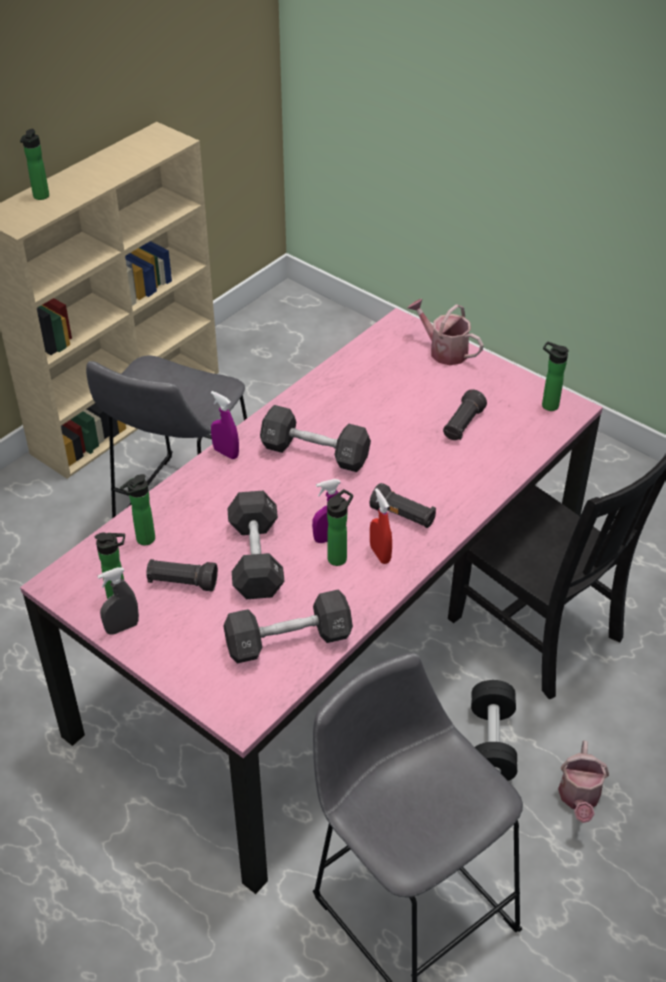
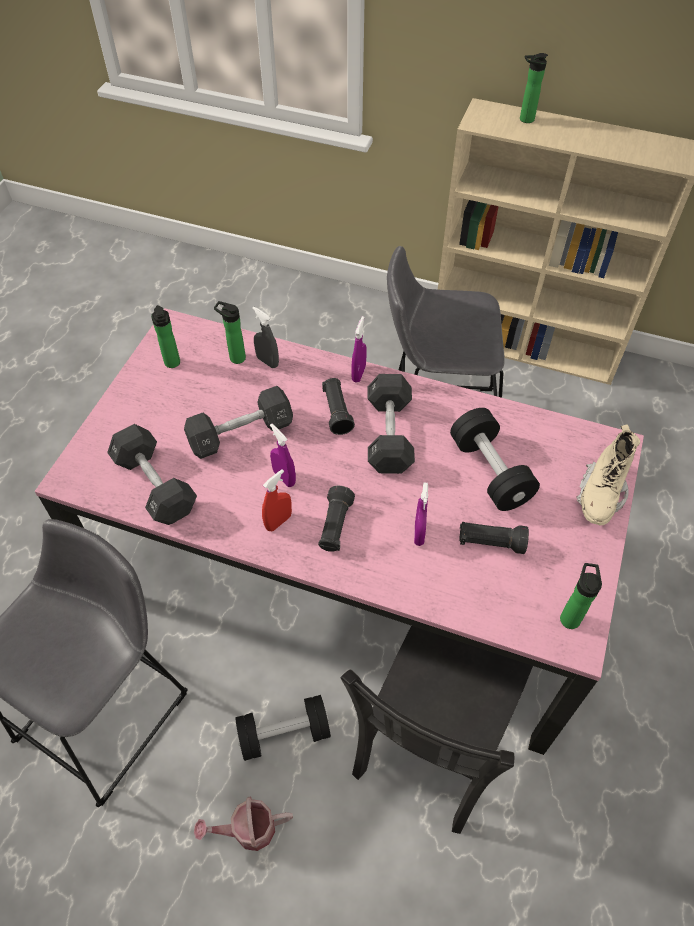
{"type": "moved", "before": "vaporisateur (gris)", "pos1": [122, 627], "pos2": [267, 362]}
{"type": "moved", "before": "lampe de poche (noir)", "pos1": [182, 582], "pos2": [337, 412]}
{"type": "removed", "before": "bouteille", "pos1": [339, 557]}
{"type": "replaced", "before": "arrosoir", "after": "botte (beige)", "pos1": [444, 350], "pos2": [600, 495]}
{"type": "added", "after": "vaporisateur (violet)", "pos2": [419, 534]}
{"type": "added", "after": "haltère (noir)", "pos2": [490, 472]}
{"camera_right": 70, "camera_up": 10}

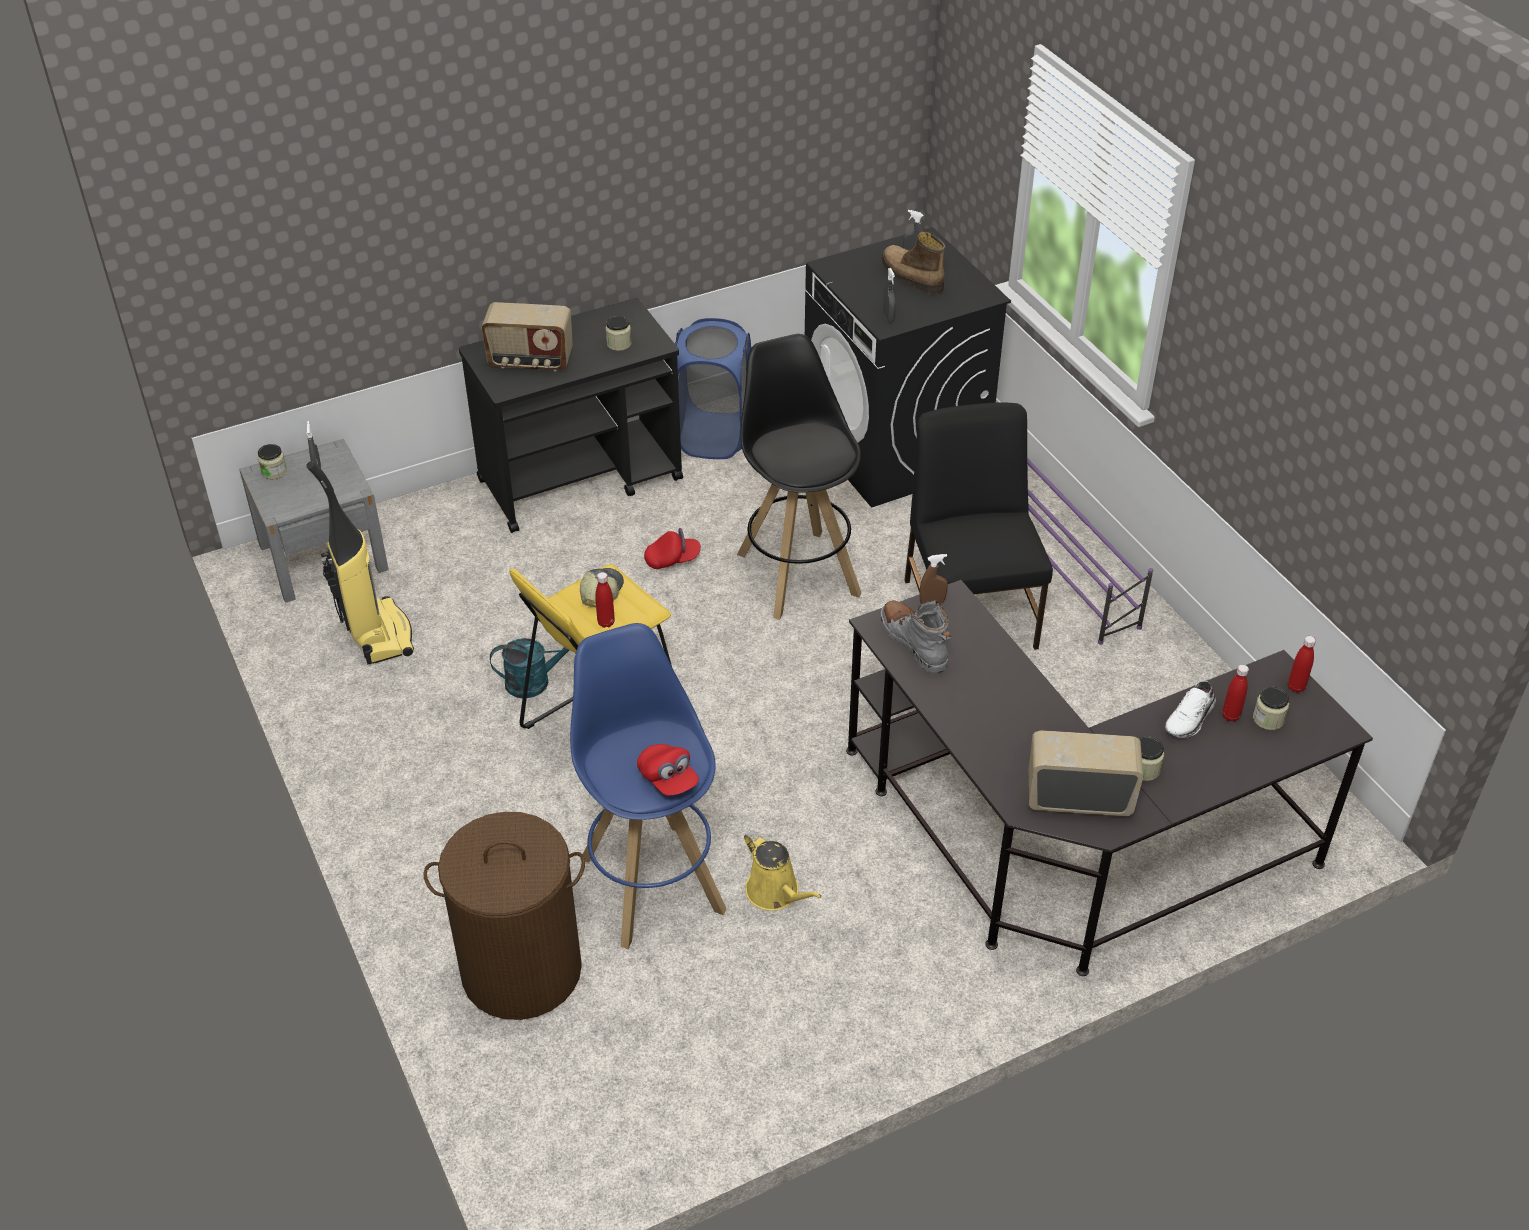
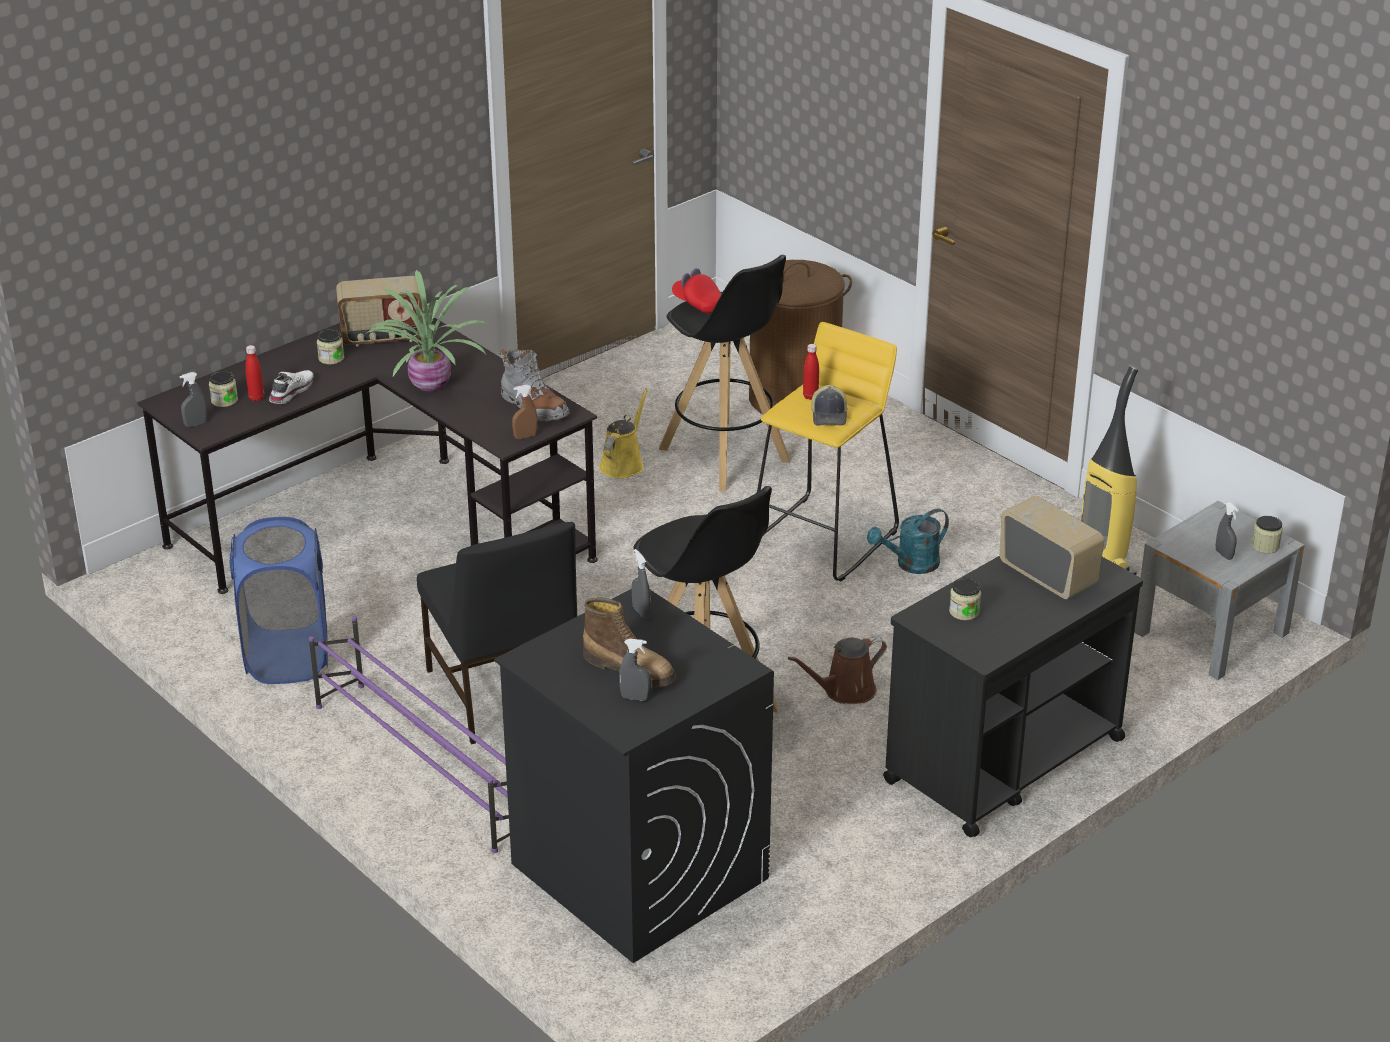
{"type": "turned", "before": "radio", "pos1": [530, 361], "pos2": [1048, 576], "turn": 60}
{"type": "recoloured", "before": "tabouret (bleu)", "after": "tabouret (noir)", "pos1": [651, 881], "pos2": [725, 455]}
{"type": "replaced", "before": "casquette (rouge)", "after": "arrosoir (marron)", "pos1": [672, 559], "pos2": [845, 691]}
{"type": "moved", "before": "panier à linge (bleu)", "pos1": [714, 436], "pos2": [287, 657]}
{"type": "turned", "before": "arrosoir (jaune)", "pos1": [776, 893], "pos2": [623, 464], "turn": 75}
{"type": "replaced", "before": "bouteille (rouge)", "after": "vaporisateur (gris)", "pos1": [1296, 687], "pos2": [195, 424]}
{"type": "added", "after": "plante en pot", "pos2": [428, 385]}
{"camera_right": 165, "camera_up": -10}

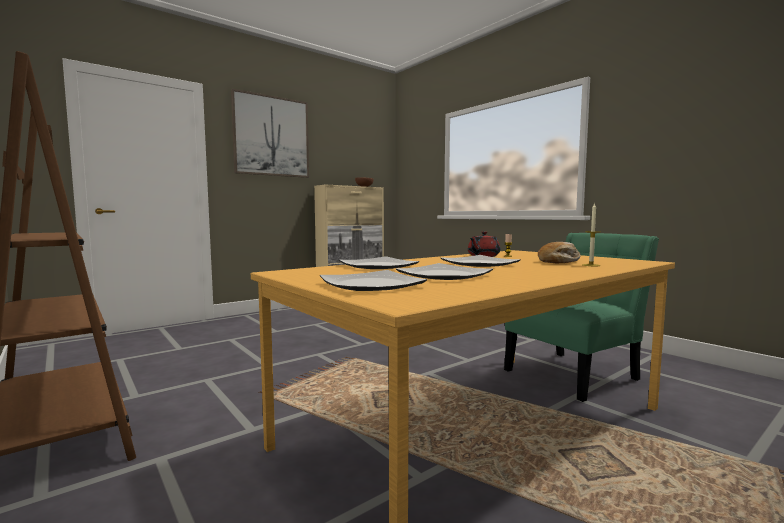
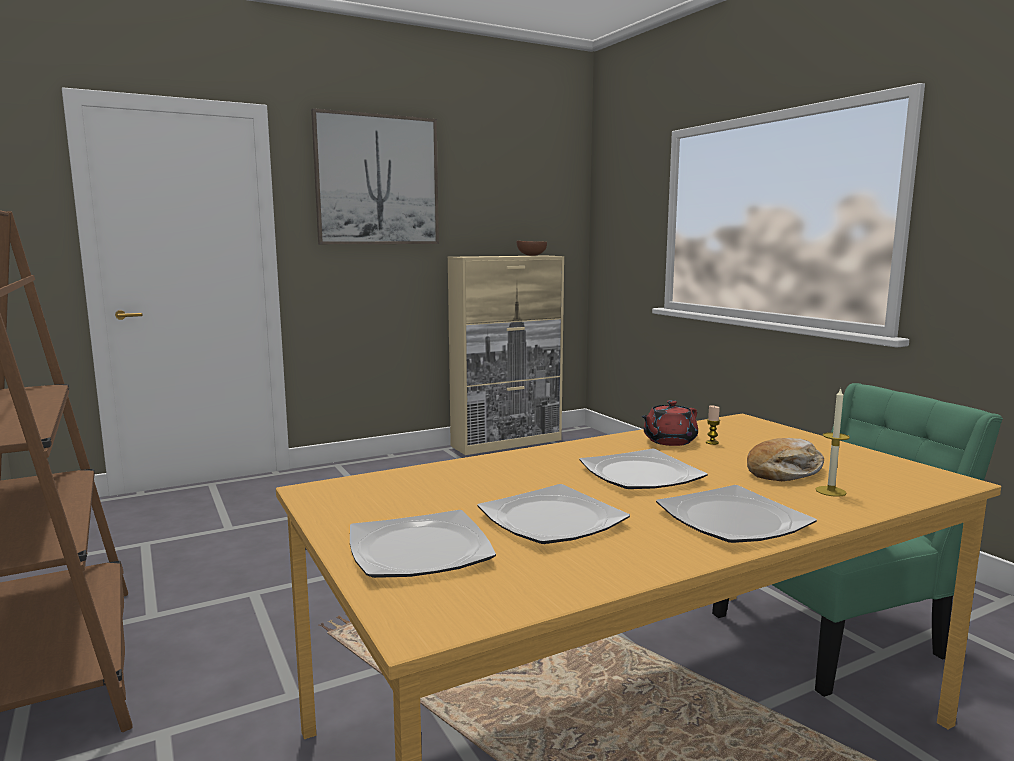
{"type": "moved", "before": "assiette", "pos1": [378, 266], "pos2": [733, 519]}
{"camera_right": 10, "camera_up": 5}

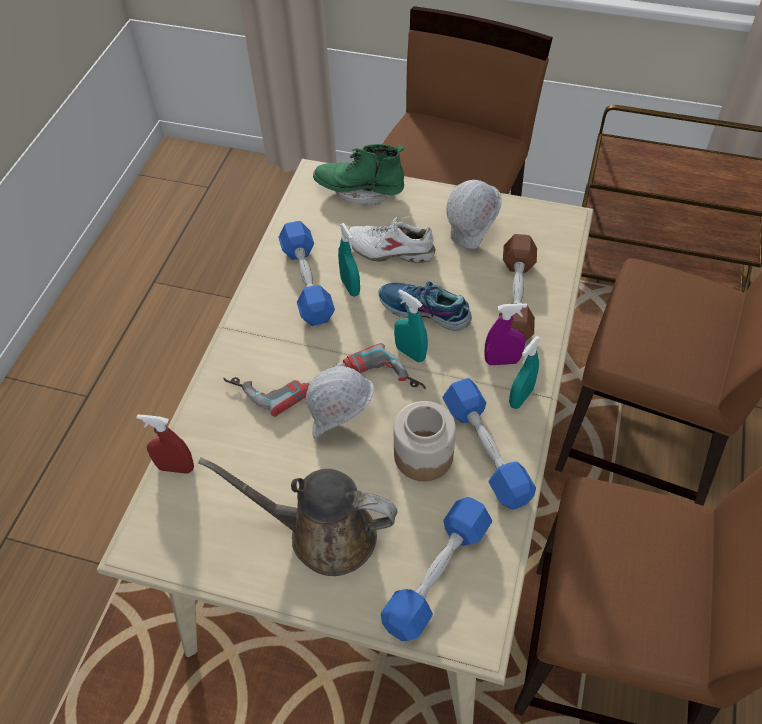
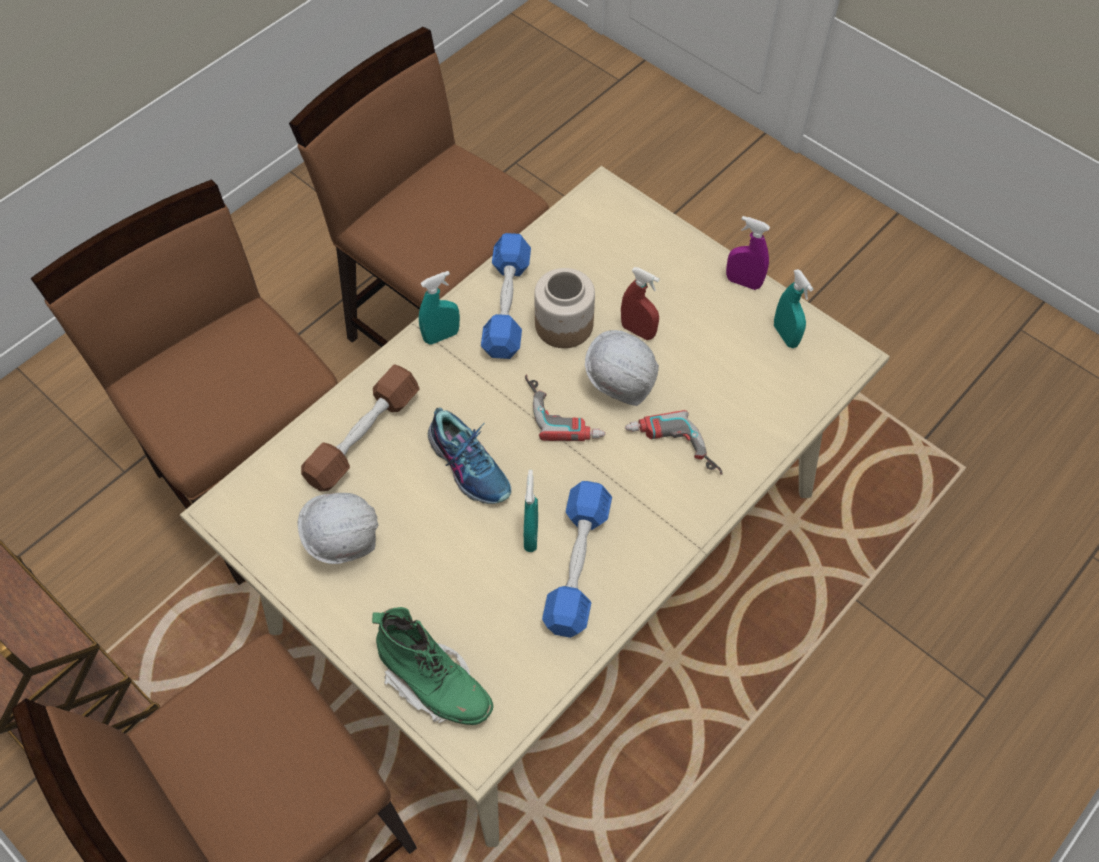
{"type": "moved", "before": "vaporisateur (rouge)", "pos1": [176, 468], "pos2": [638, 331]}
{"type": "removed", "before": "arrosoir (marron)", "pos1": [323, 534]}
{"type": "removed", "before": "chaussure (blanc)", "pos1": [391, 249]}
{"type": "removed", "before": "haltère (bleu)", "pos1": [437, 574]}
{"type": "moved", "before": "vaporisateur (turquoise)", "pos1": [410, 353], "pos2": [785, 335]}
{"type": "moved", "before": "vaporisateur (violet)", "pos1": [502, 361], "pos2": [743, 282]}
{"camera_right": -155, "camera_up": 5}

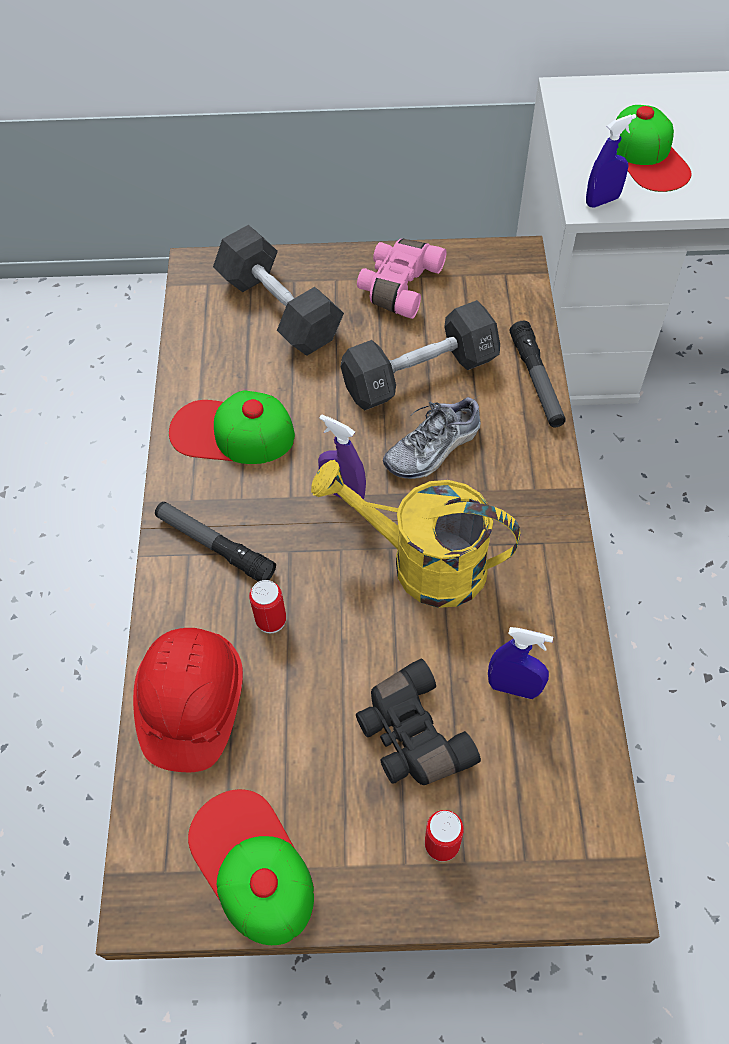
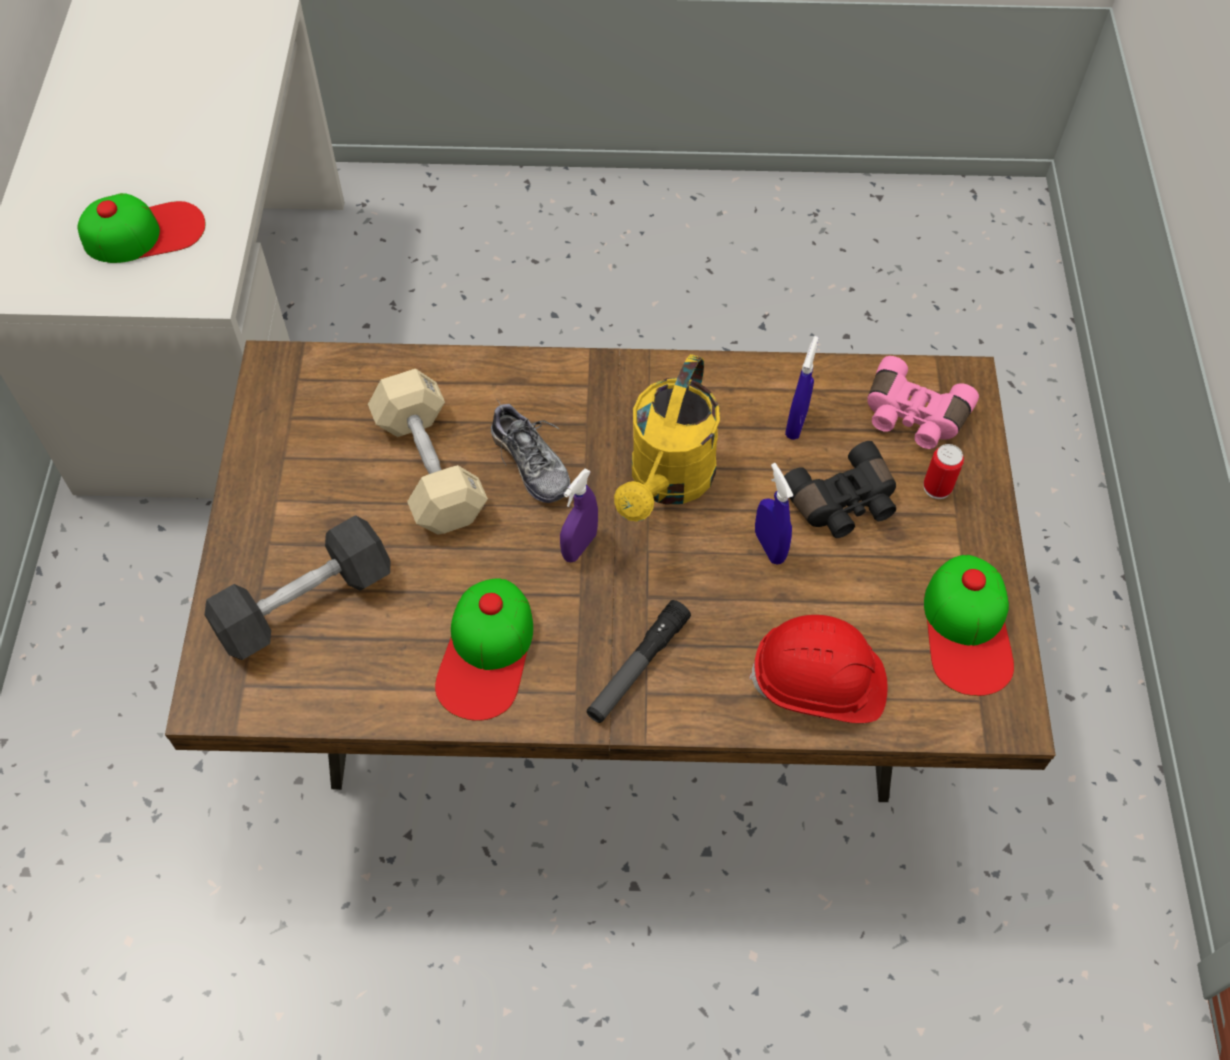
{"type": "turned", "before": "casquette", "pos1": [251, 865], "pos2": [967, 630], "turn": -60}
{"type": "removed", "before": "boîte métallique", "pos1": [271, 620]}
{"type": "recoloured", "before": "haltère (noir)", "after": "haltère (beige)", "pos1": [420, 374], "pos2": [429, 468]}
{"type": "moved", "before": "jumelles (rose)", "pos1": [398, 285], "pos2": [912, 417]}
{"type": "removed", "before": "lampe de poche", "pos1": [536, 381]}
{"type": "moved", "before": "vaporisateur (bleu)", "pos1": [602, 201], "pos2": [769, 546]}
{"camera_right": -90, "camera_up": 0}

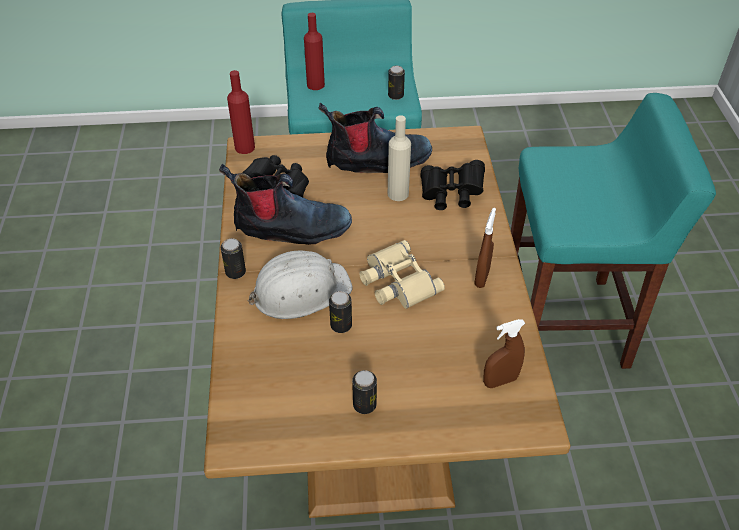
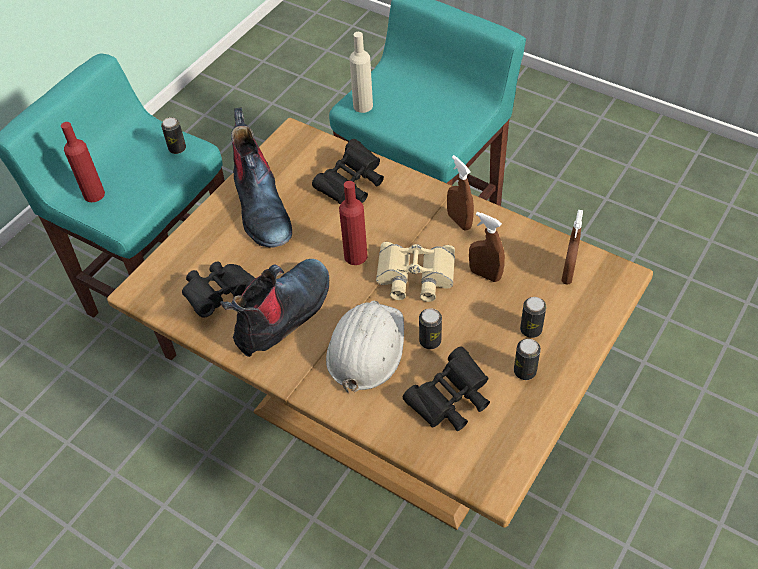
{"type": "moved", "before": "boîte métallique", "pos1": [235, 272], "pos2": [531, 329]}
{"type": "moved", "before": "bouteille (rouge)", "pos1": [245, 147], "pos2": [355, 256]}
{"type": "turned", "before": "botte", "pos1": [377, 161], "pos2": [261, 207], "turn": 135}
{"type": "moved", "before": "bouteille (beige)", "pos1": [398, 194], "pos2": [363, 106]}
{"type": "added", "after": "jumelles (noir)", "pos2": [450, 401]}
{"type": "added", "after": "vaporisateur (marron)", "pos2": [485, 274]}
{"camera_right": -50, "camera_up": 5}

